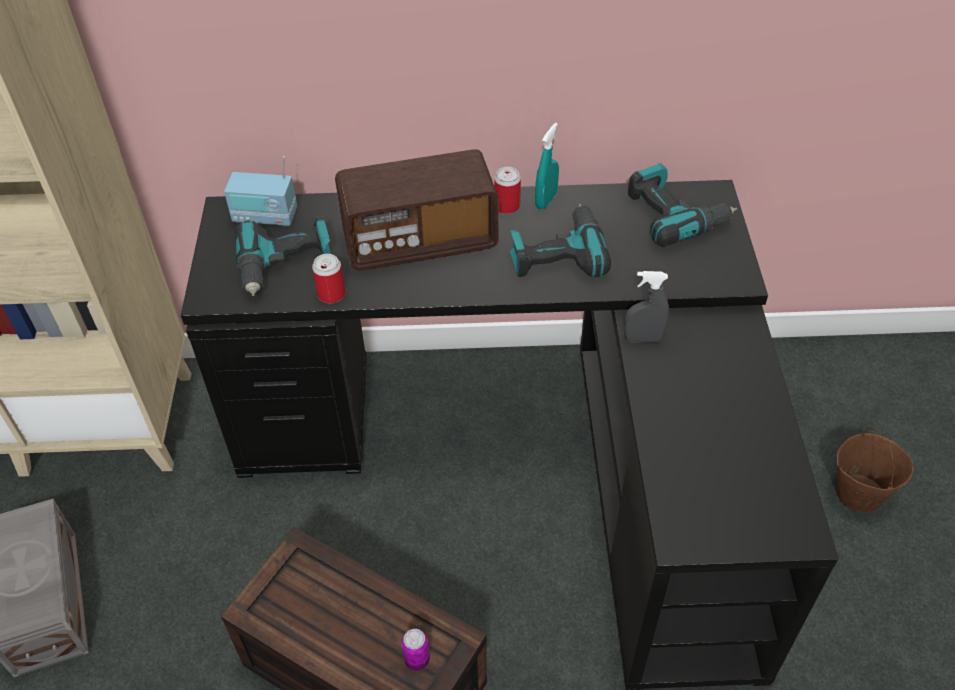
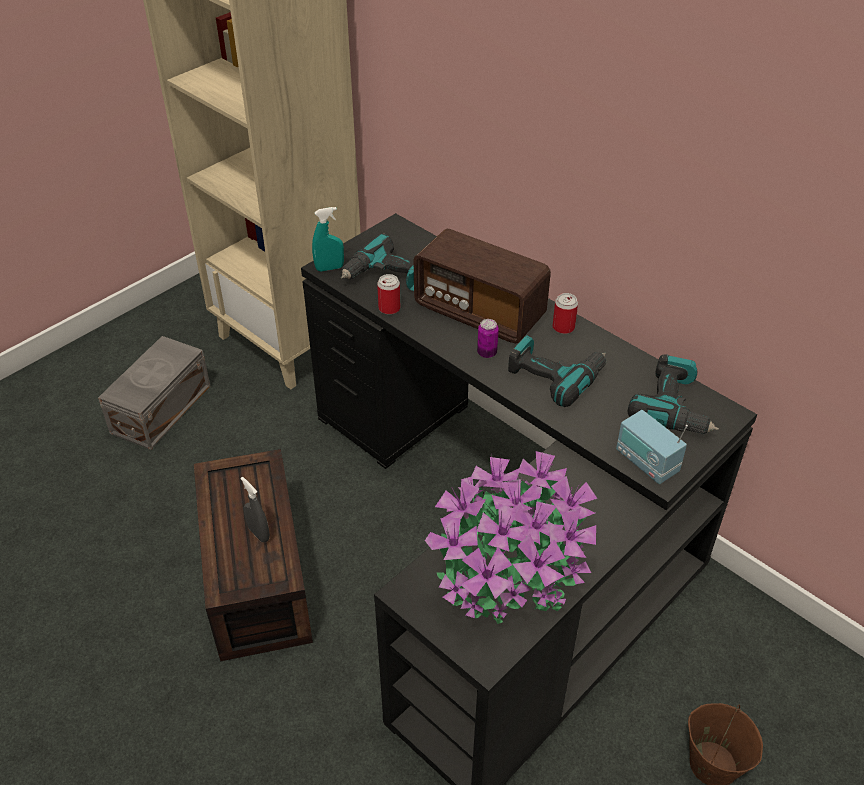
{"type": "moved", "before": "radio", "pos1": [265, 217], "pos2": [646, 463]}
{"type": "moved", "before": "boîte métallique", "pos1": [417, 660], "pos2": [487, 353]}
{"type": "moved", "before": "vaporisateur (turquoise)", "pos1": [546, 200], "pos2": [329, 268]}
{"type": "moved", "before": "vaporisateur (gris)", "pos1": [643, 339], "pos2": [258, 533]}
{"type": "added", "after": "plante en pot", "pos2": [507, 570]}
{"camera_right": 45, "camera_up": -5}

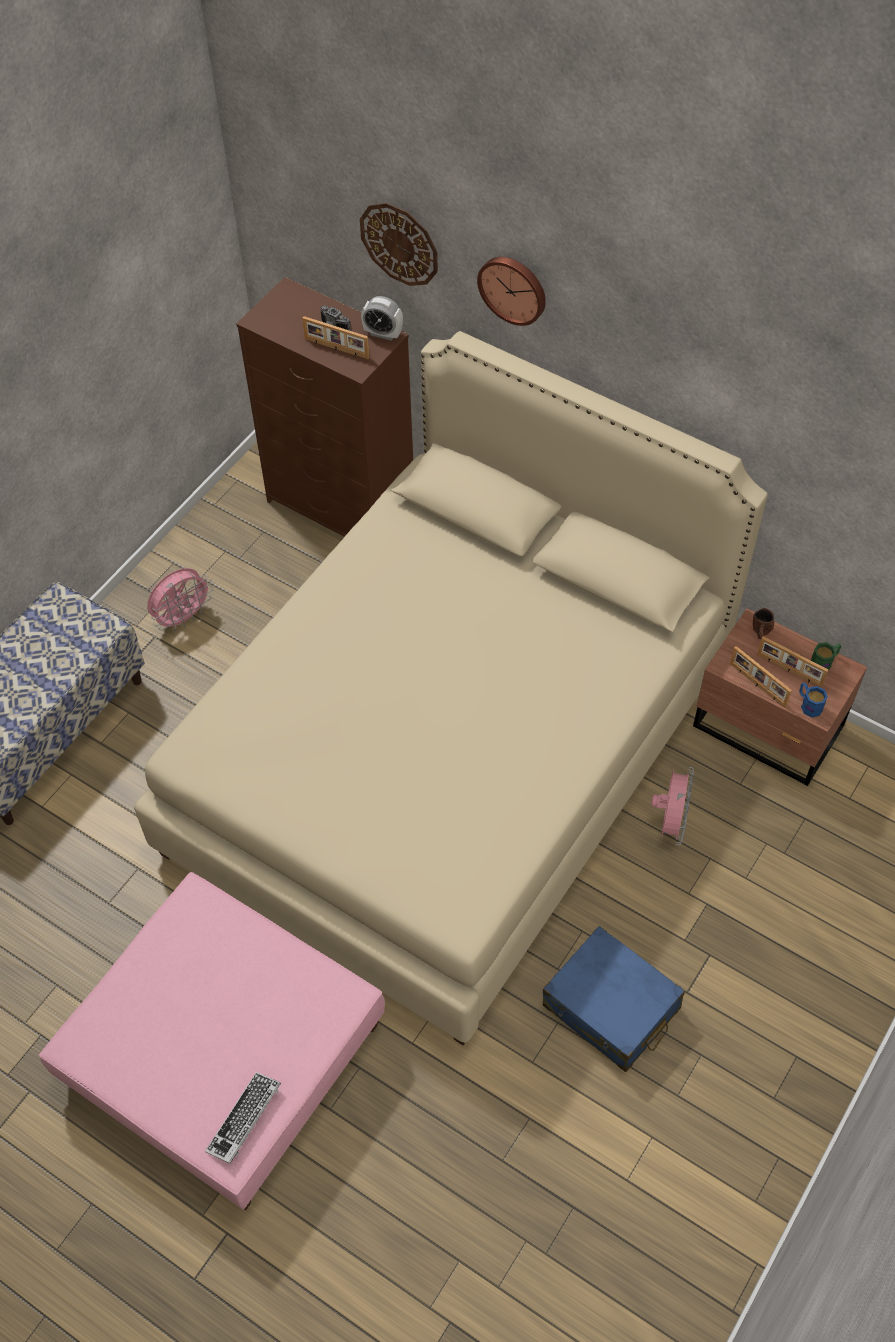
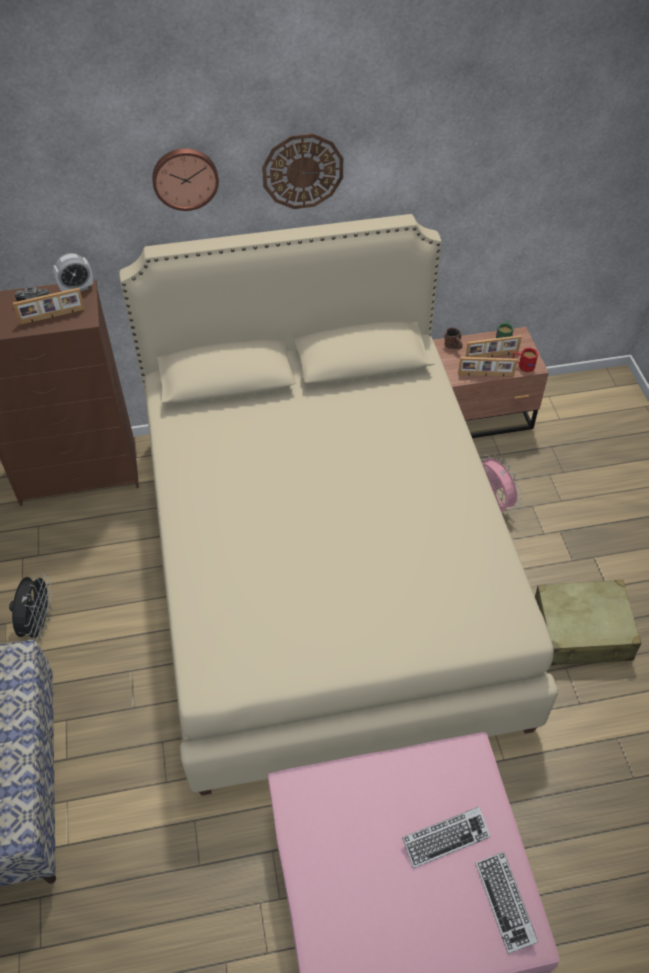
{"type": "recoloured", "before": "ventilateur (rose)", "after": "ventilateur (noir)", "pos1": [183, 618], "pos2": [38, 624]}
{"type": "moved", "before": "horloge murale", "pos1": [399, 244], "pos2": [302, 171]}
{"type": "recoloured", "before": "valise (bleu)", "after": "valise (beige)", "pos1": [611, 1007], "pos2": [582, 632]}
{"type": "recoloured", "before": "mug (bleu)", "after": "mug (rouge)", "pos1": [808, 704], "pos2": [523, 366]}
{"type": "added", "after": "clavier", "pos2": [445, 838]}
{"camera_right": -45, "camera_up": -5}

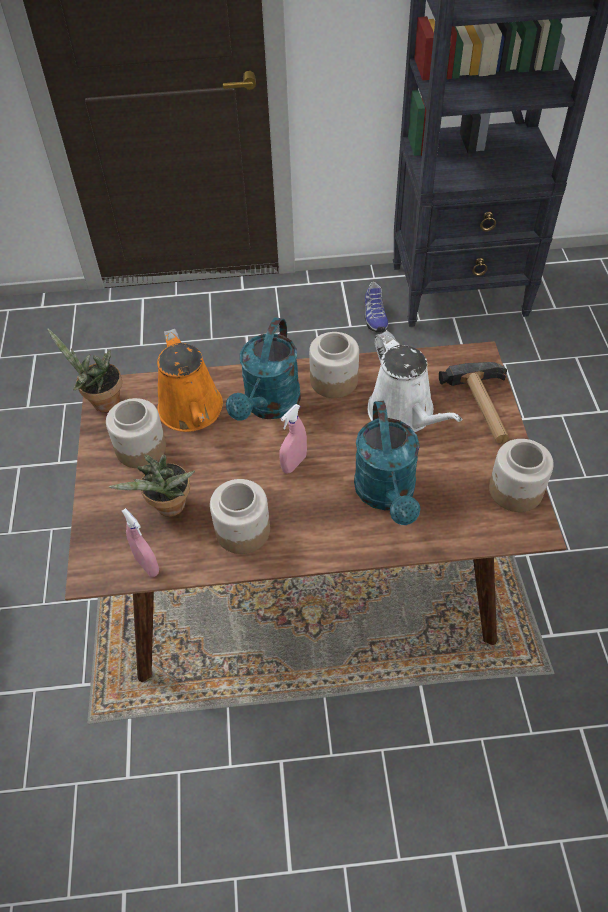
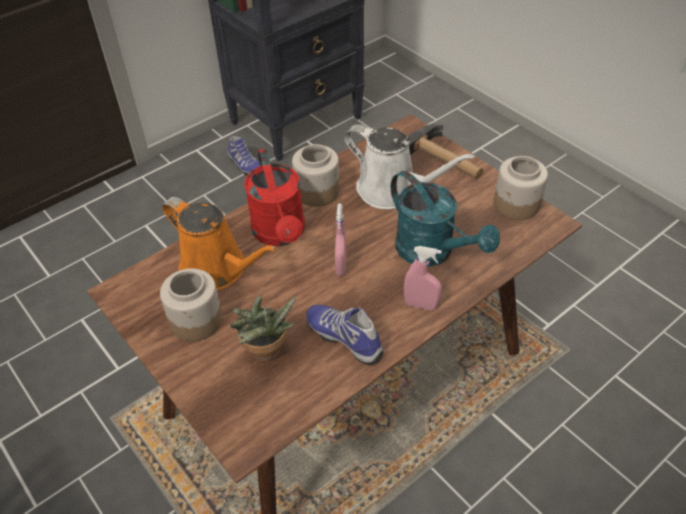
{"type": "removed", "before": "plante en pot", "pos1": [102, 402]}
{"type": "moved", "before": "vaporisateur (rose)", "pos1": [147, 565], "pos2": [421, 305]}
{"type": "replaced", "before": "bocal", "after": "chaussure", "pos1": [242, 531], "pos2": [345, 338]}
{"type": "recoloured", "before": "arrosoir (turquoise)", "after": "arrosoir (rouge)", "pos1": [269, 406], "pos2": [281, 234]}
{"camera_right": -35, "camera_up": -5}

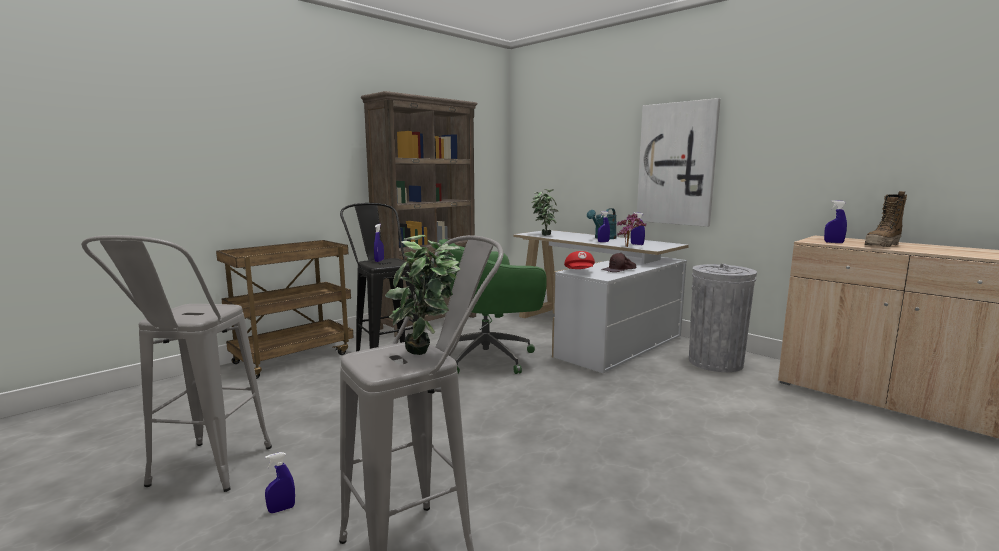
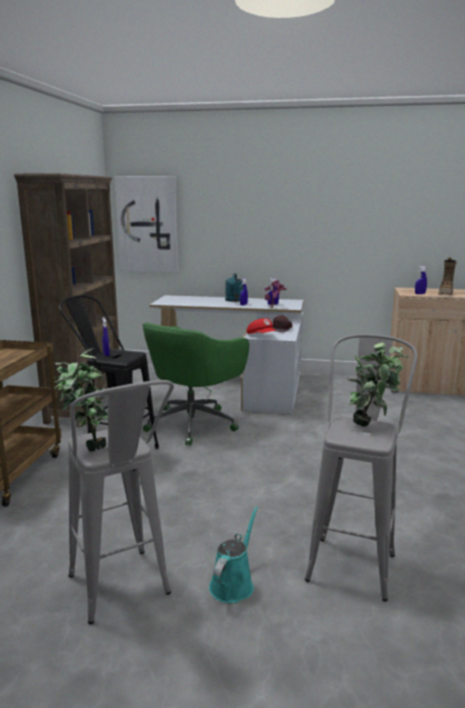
{"type": "replaced", "before": "vaporisateur (bleu)", "after": "arrosoir (turquoise)", "pos1": [281, 509], "pos2": [233, 584]}
{"type": "moved", "before": "plante en pot", "pos1": [543, 235], "pos2": [88, 446]}
{"type": "moved", "before": "tableau", "pos1": [676, 164], "pos2": [147, 224]}
{"type": "removed", "before": "poubelle (gris)", "pos1": [715, 362]}
{"camera_right": -35, "camera_up": 5}

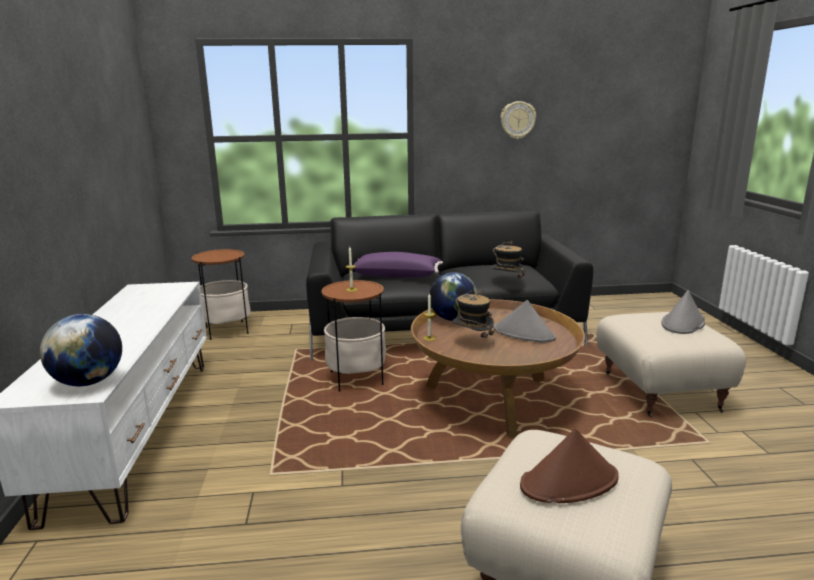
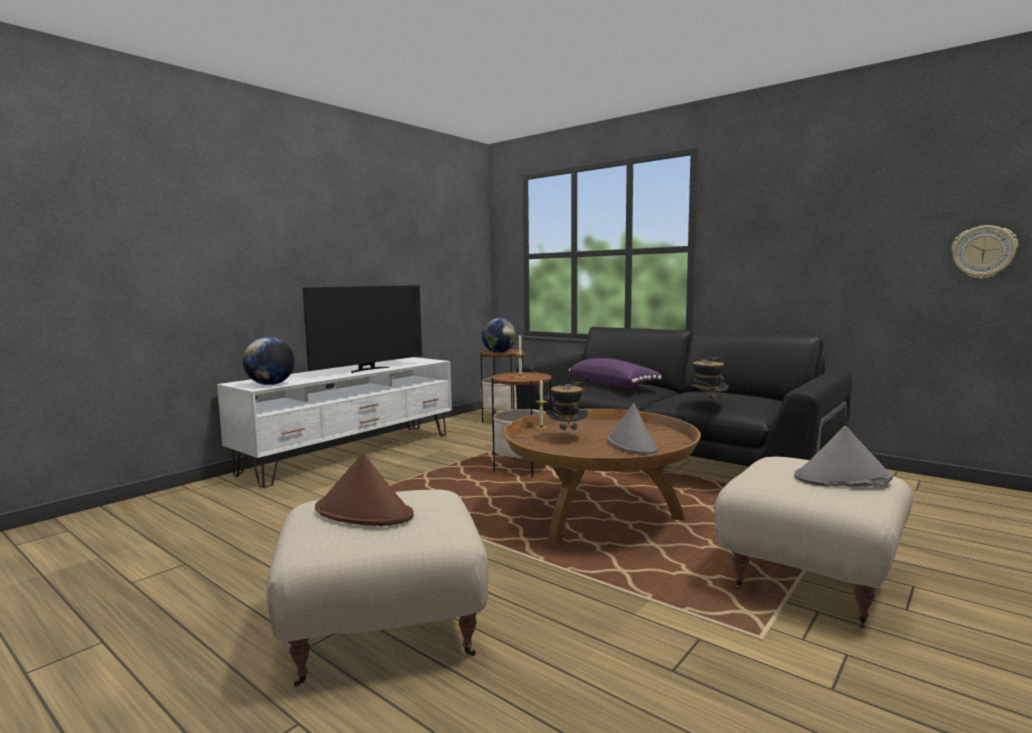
{"type": "moved", "before": "globe", "pos1": [453, 319], "pos2": [499, 352]}
{"type": "moved", "before": "horloge murale", "pos1": [517, 120], "pos2": [983, 252]}
{"type": "added", "after": "téléviseur", "pos2": [368, 369]}
{"camera_right": 45, "camera_up": -10}

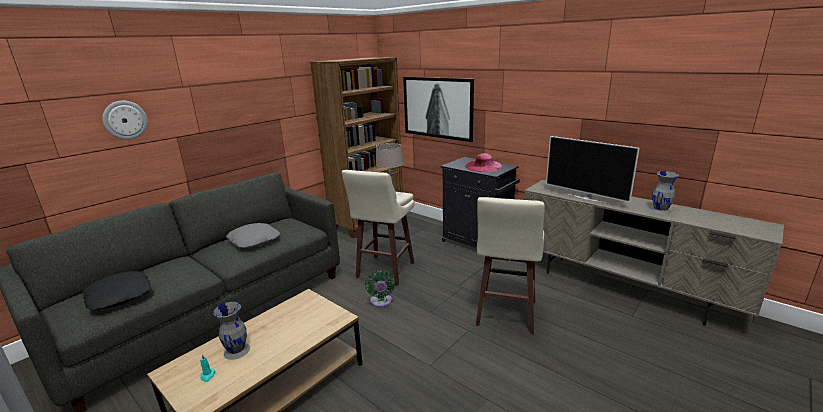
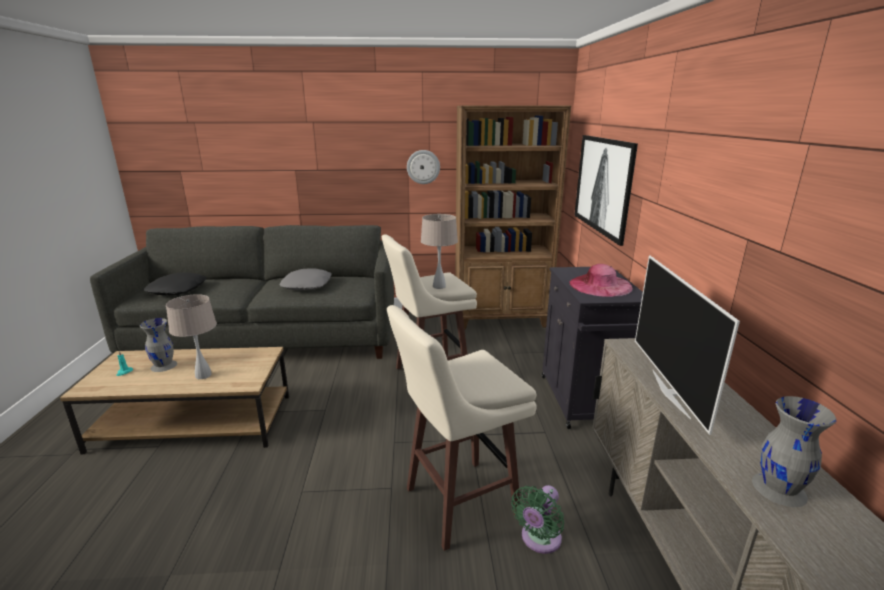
{"type": "moved", "before": "horloge murale", "pos1": [125, 120], "pos2": [423, 167]}
{"type": "moved", "before": "ventilateur (vert)", "pos1": [381, 302], "pos2": [539, 539]}
{"type": "added", "after": "lampe de table (beige)", "pos2": [203, 375]}
{"camera_right": 45, "camera_up": 0}

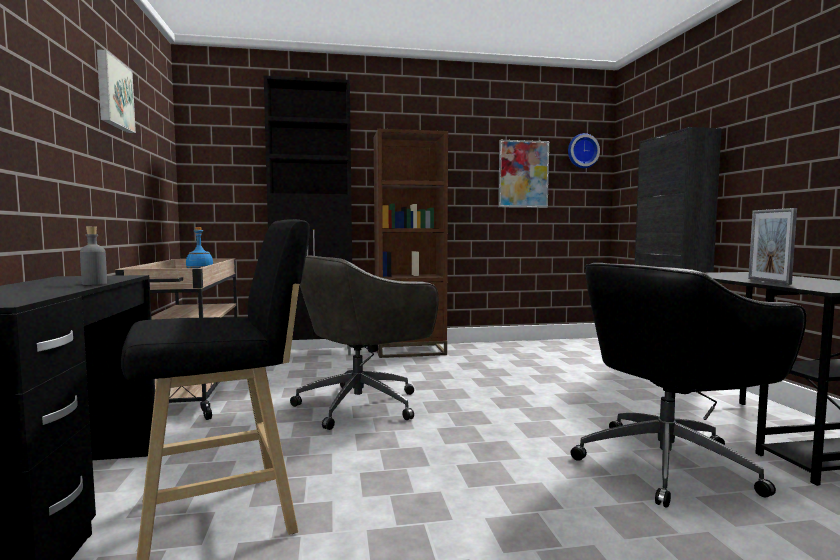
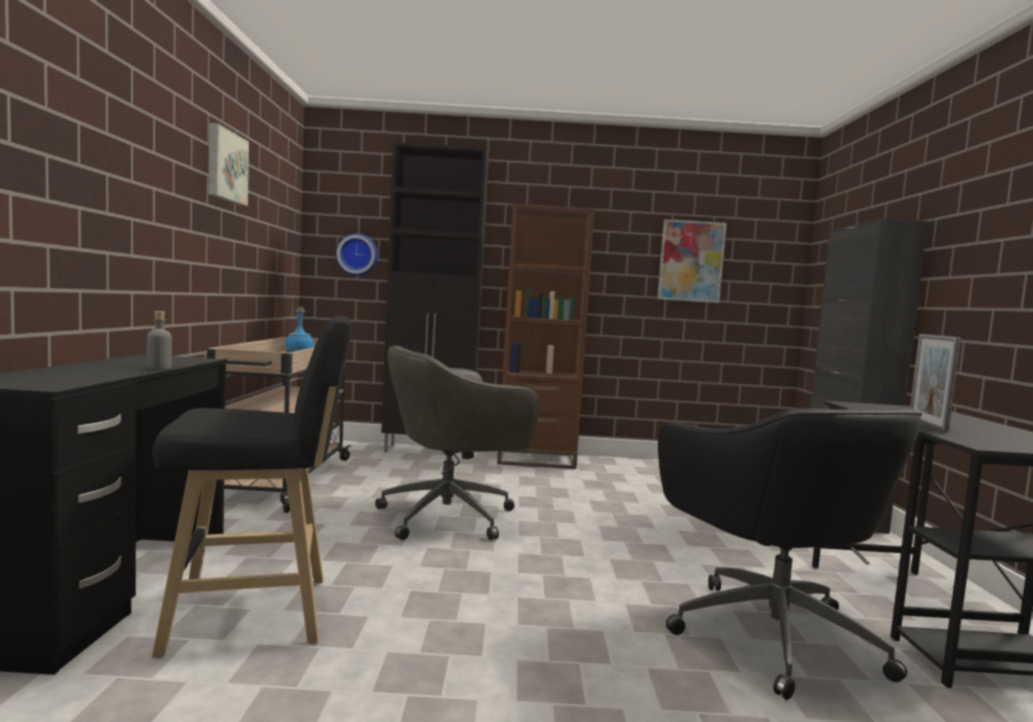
{"type": "moved", "before": "horloge murale", "pos1": [582, 151], "pos2": [357, 254]}
{"type": "turned", "before": "chaise de bureau (noir)", "pos1": [669, 463], "pos2": [769, 632], "turn": -90}
{"camera_right": 10, "camera_up": 0}

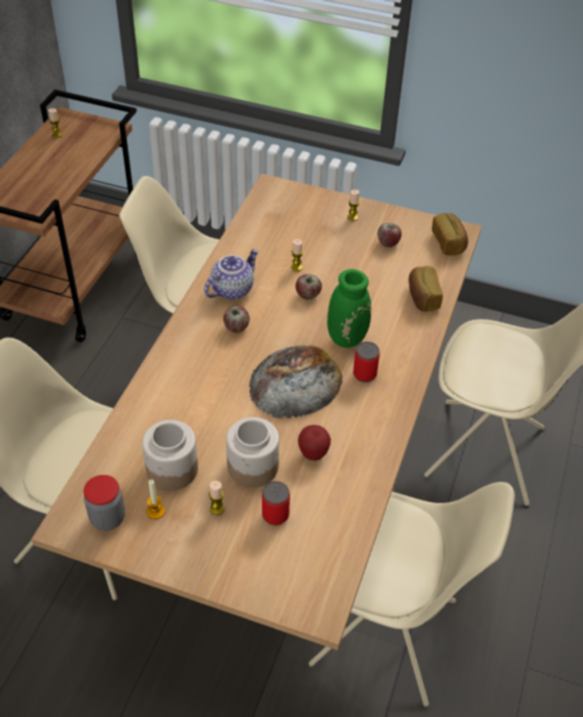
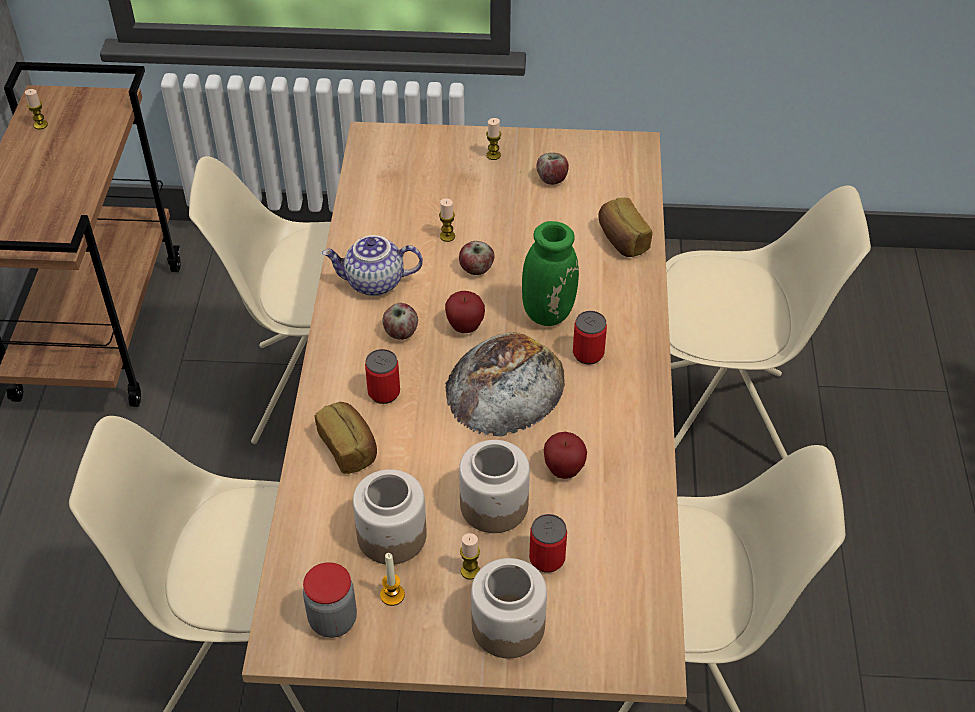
{"type": "turned", "before": "théière", "pos1": [232, 289], "pos2": [374, 283], "turn": -120}
{"type": "moved", "before": "pain", "pos1": [449, 242], "pos2": [349, 447]}
{"type": "added", "after": "boîte métallique", "pos2": [384, 393]}
{"type": "added", "after": "pomme", "pos2": [465, 327]}
{"type": "added", "after": "bocal", "pos2": [508, 625]}
{"camera_right": -15, "camera_up": 0}

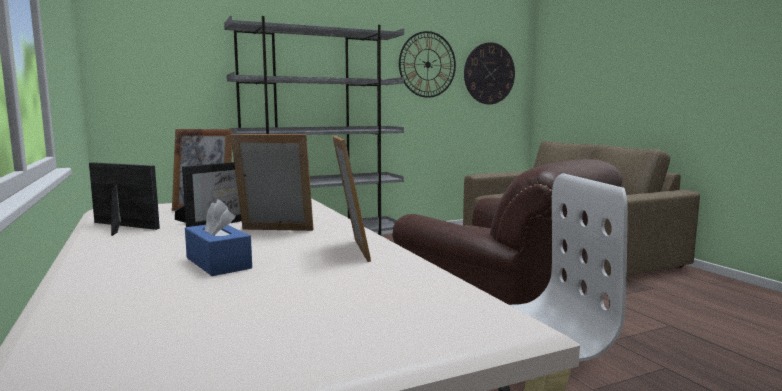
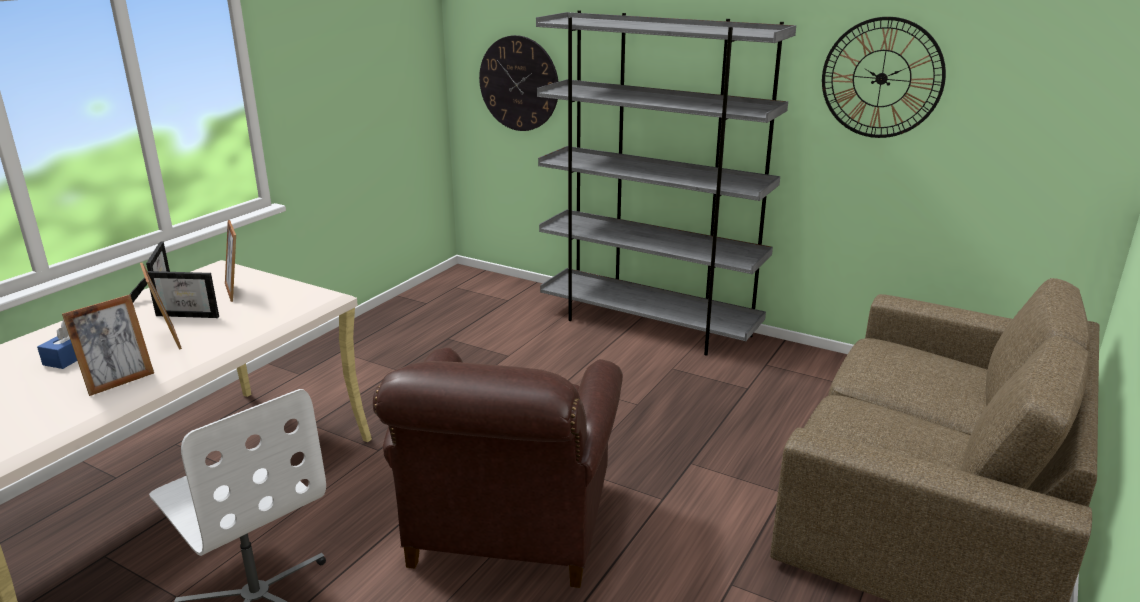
{"type": "moved", "before": "horloge murale", "pos1": [489, 73], "pos2": [519, 83]}
{"camera_right": 55, "camera_up": 15}

